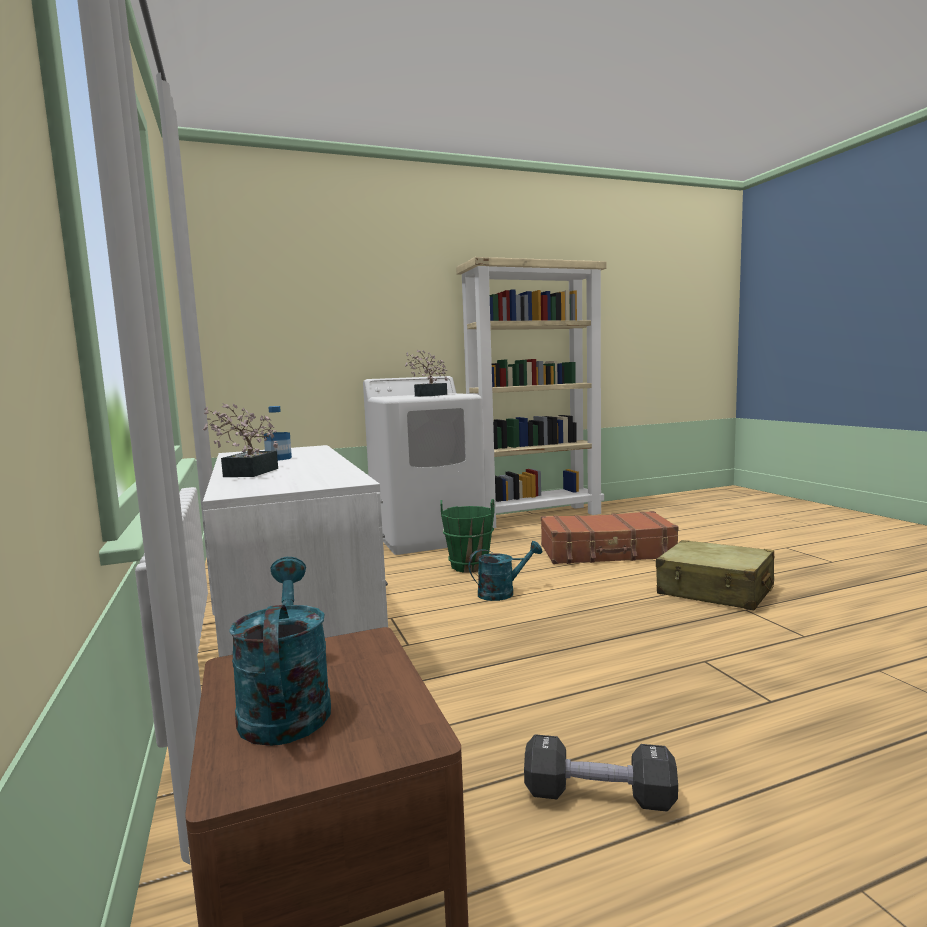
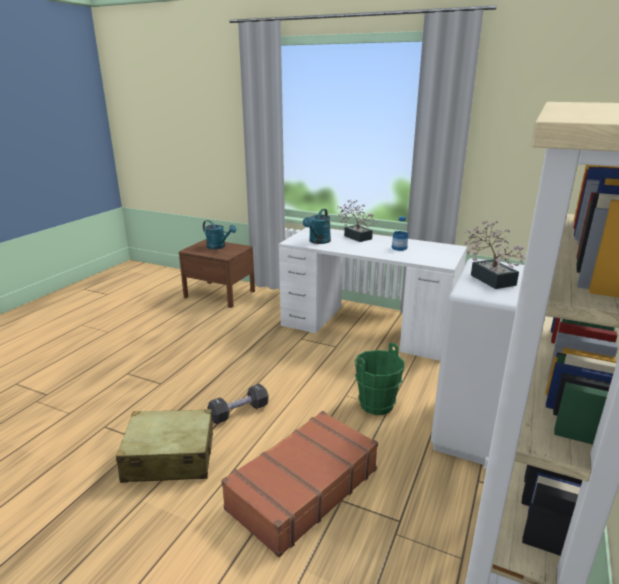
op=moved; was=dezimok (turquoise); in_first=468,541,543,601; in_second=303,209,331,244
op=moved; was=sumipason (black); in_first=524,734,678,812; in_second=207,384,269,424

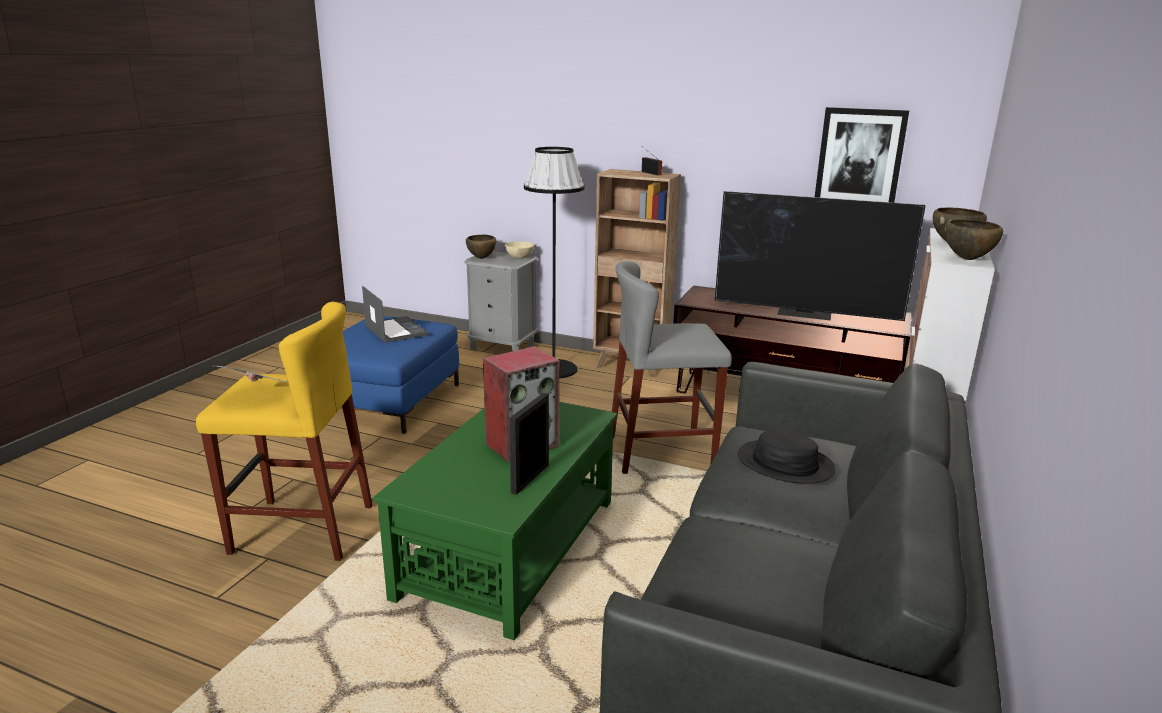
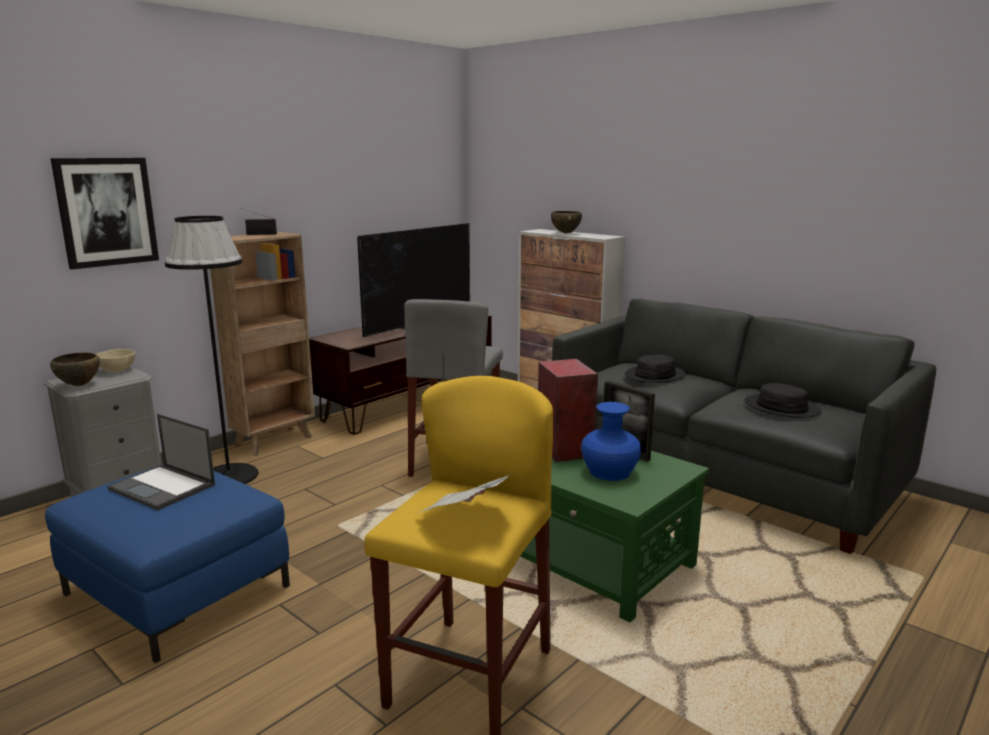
op=removed; was=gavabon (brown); in_first=945,219,1003,260
op=added; now=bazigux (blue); in_second=581,402,641,481
op=added; now=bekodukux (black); in_second=744,383,822,418
op=moved; was=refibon; in_first=815,107,909,203; in_second=51,158,159,269
op=turned; was=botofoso; in_first=362,286,428,343; in_second=107,414,215,510; clockwise=-135

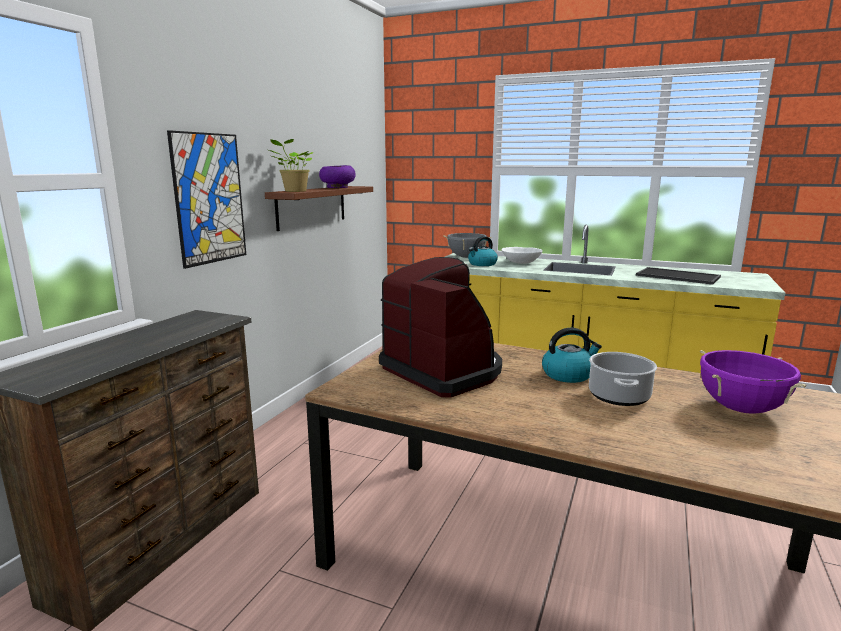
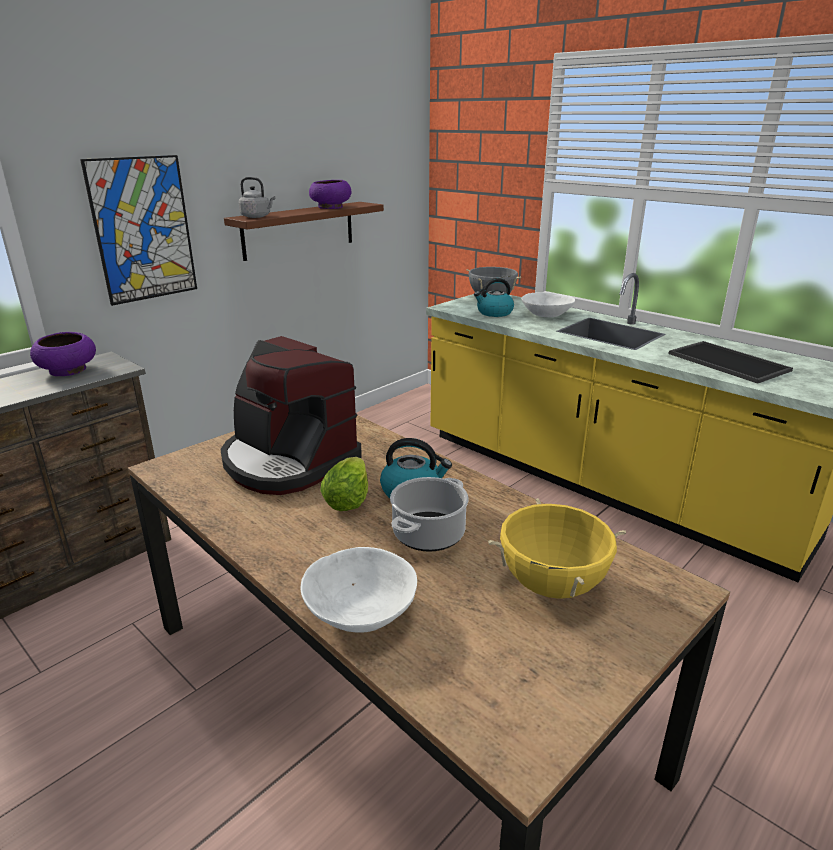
op=added; now=gavabon (purple); in_second=30,332,96,376
op=added; now=gavabon (white); in_second=300,547,417,633
op=added; now=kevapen; in_second=320,457,368,511
op=replaced; was=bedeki; now=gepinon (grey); in_first=269,139,314,192; in_second=239,177,275,218
op=recoloured; was=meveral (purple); now=meveral (yellow); in_first=700,350,806,414; in_second=488,498,626,599
op=turned; was=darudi; in_first=379,257,502,398; in_second=220,336,361,495; clockwise=150

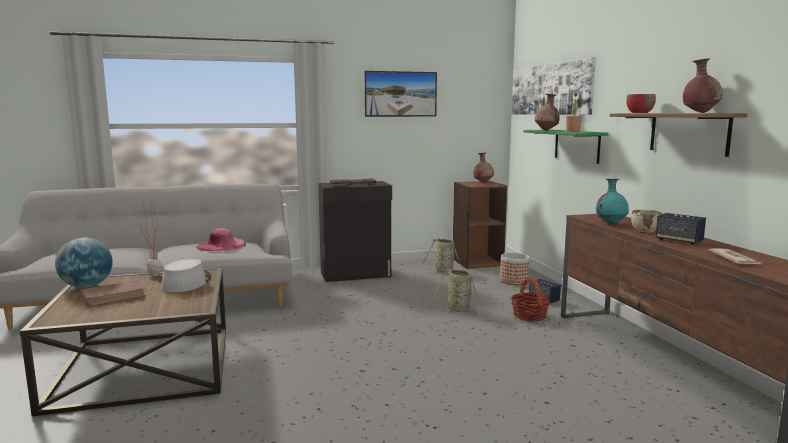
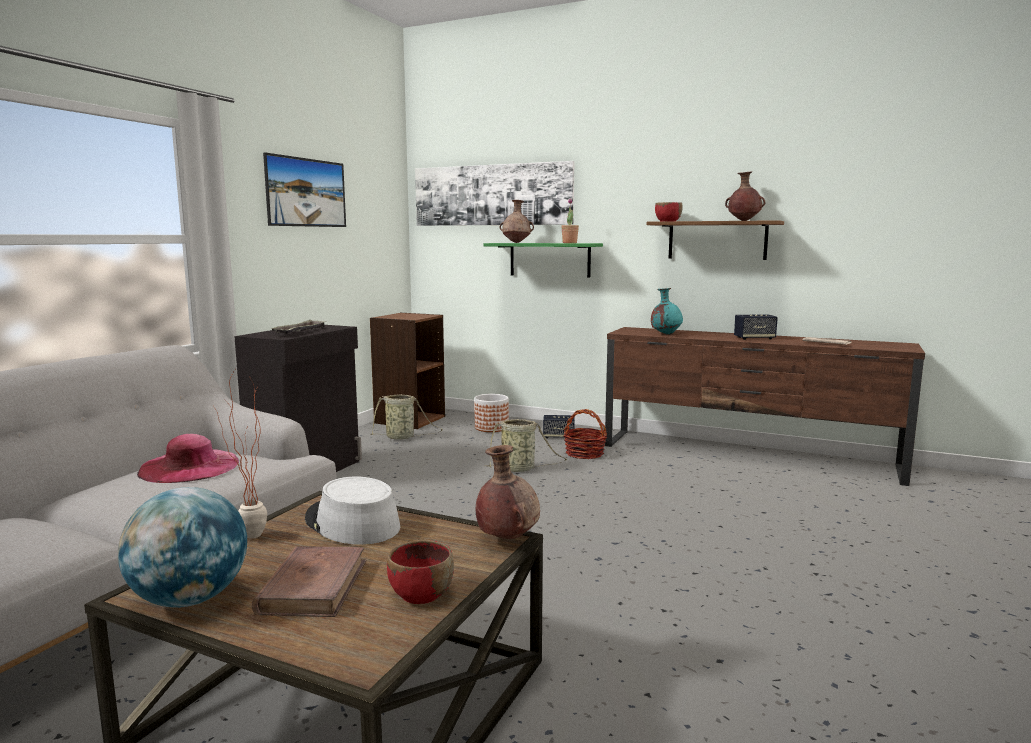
op=removed; was=gavabon (beige); in_first=631,210,662,232
op=added; now=gavabon (red); in_second=387,540,454,604
op=moved; was=bazigux (brown); in_first=473,152,494,183; in_second=476,445,540,539

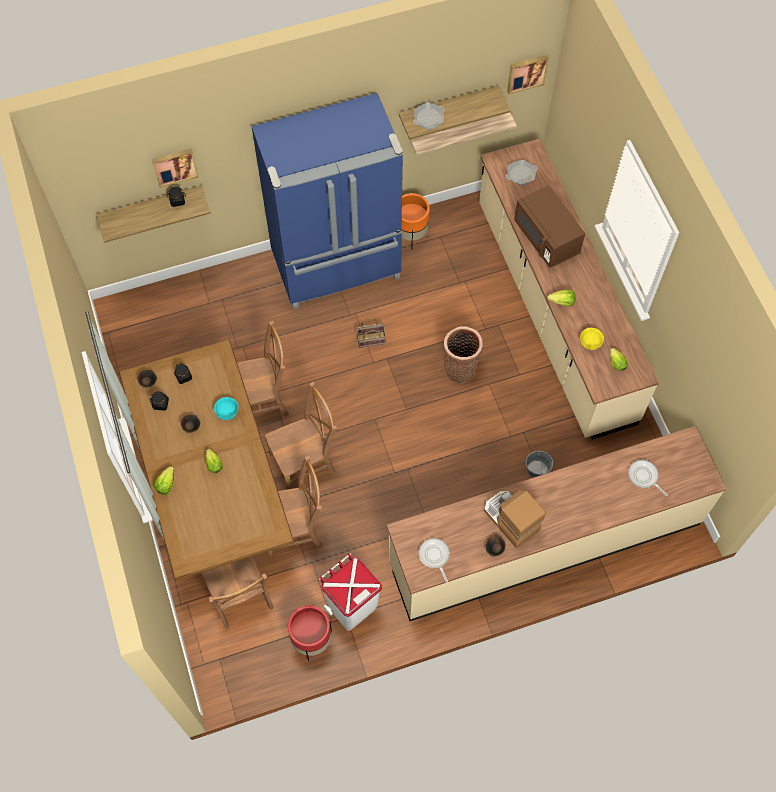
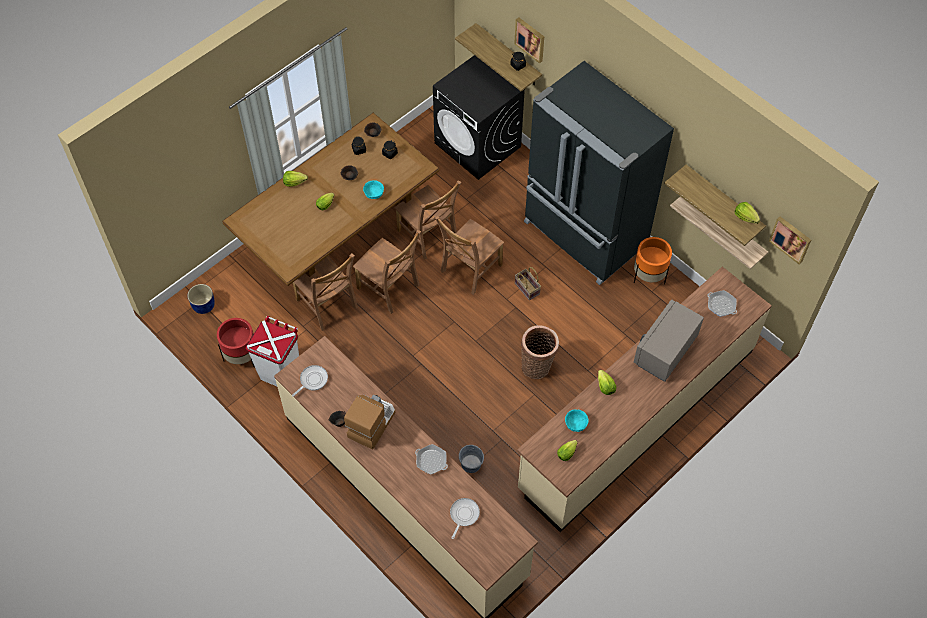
op=added; now=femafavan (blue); in_second=188,284,215,314
op=added; now=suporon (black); in_second=433,55,526,180
op=added; now=kevapen; in_second=734,202,760,224
op=moved; was=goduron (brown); in_first=202,556,274,629; in_second=435,216,504,295
op=moved; was=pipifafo; in_first=413,103,445,129; in_second=415,444,448,474
op=recoloured; was=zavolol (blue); now=zavolol (black); in_first=252,93,403,309; in_second=524,61,674,285
op=recoloured; was=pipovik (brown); now=pipovik (grey); in_first=514,185,585,268; in_second=634,299,704,382
op=recoloured; was=gavabon (yellow); now=gavabon (turquoise); in_first=580,328,604,350; in_second=565,409,589,432

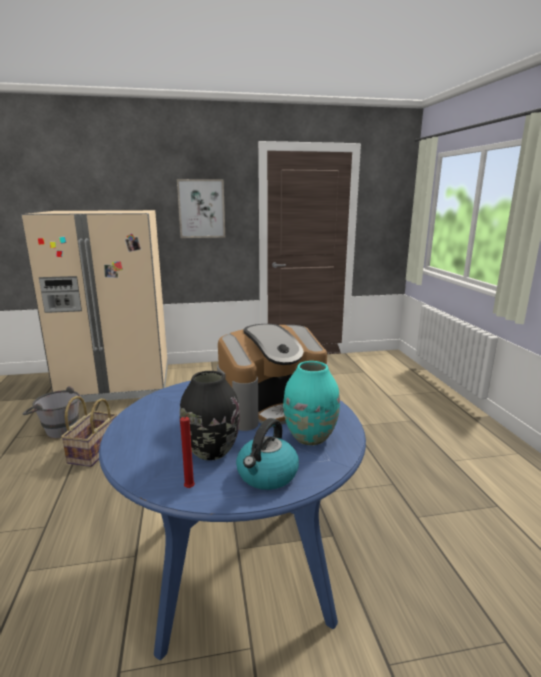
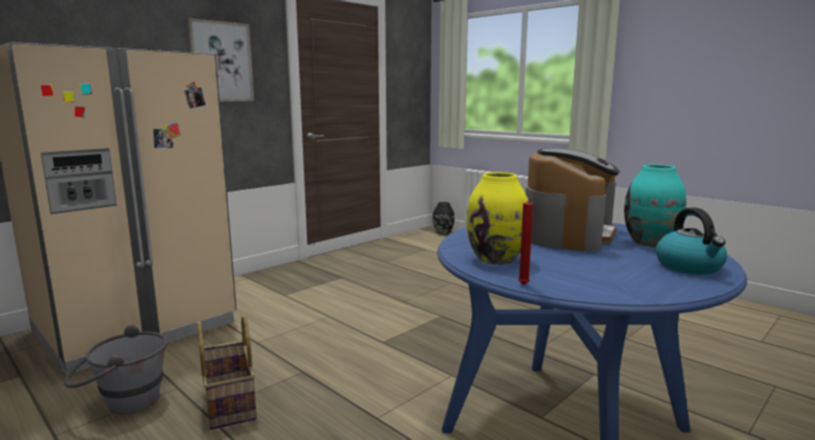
op=added; now=bazigux (yellow); in_second=467,172,528,265
op=moved; was=bazigux (black); in_first=180,371,240,460; in_second=433,202,454,234
op=moved; was=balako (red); in_first=180,414,195,488; in_second=518,194,539,285

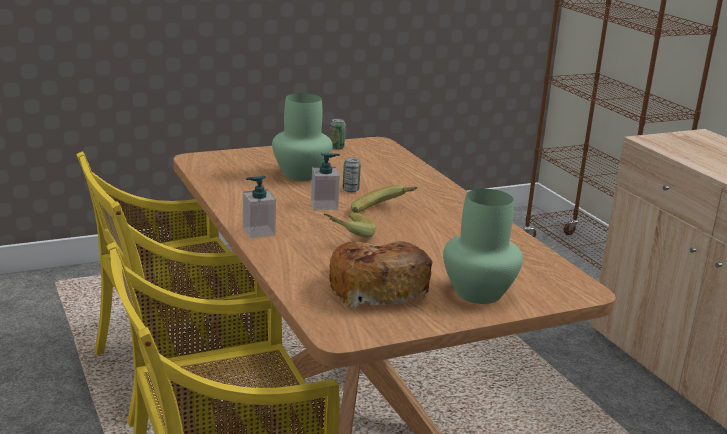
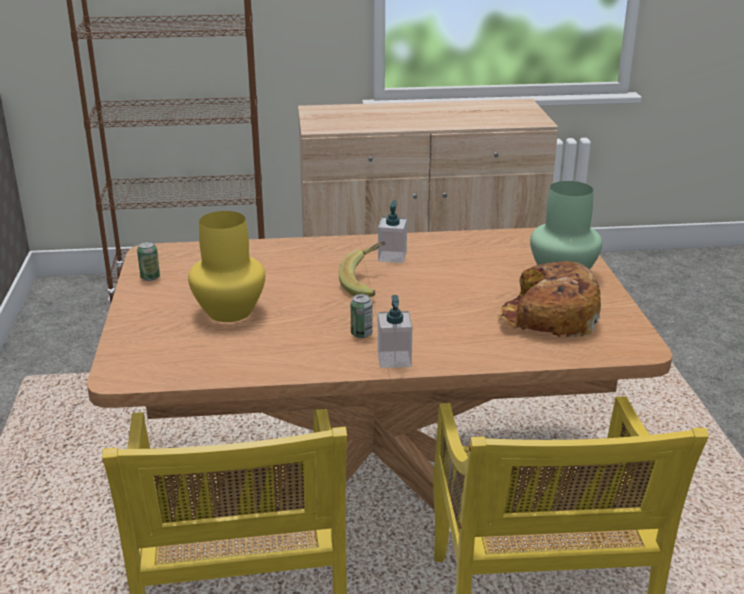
op=removed; was=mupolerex; in_first=324,213,376,237
op=moved; was=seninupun; in_first=311,153,340,210; in_second=378,200,407,263
op=moved; was=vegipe; in_first=343,157,361,192; in_second=351,294,372,338
op=recoloured; was=bazigux (green); now=bazigux (yellow); in_first=272,93,333,181; in_second=188,211,265,322

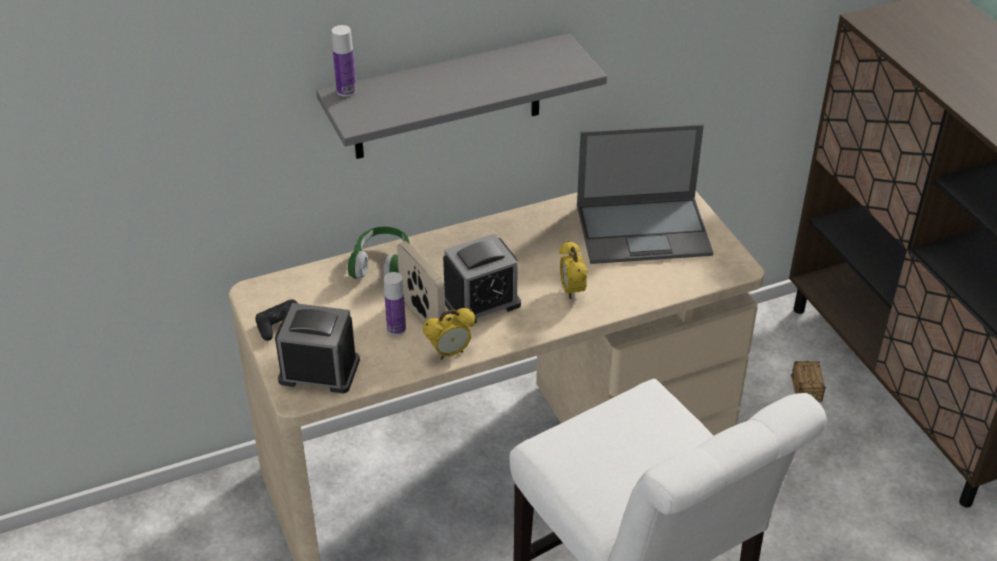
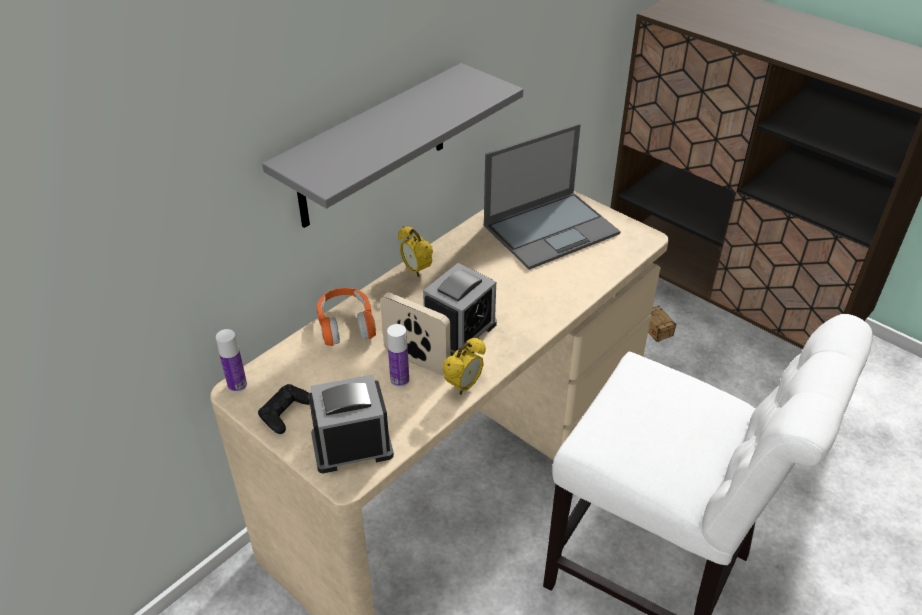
op=moved; was=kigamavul; in_first=331,25,356,97; in_second=216,329,247,392
op=moved; was=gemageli; in_first=559,241,588,299; in_second=398,226,433,277
op=recoloured; was=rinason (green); now=rinason (orange); in_first=348,226,409,279; in_second=317,288,376,346

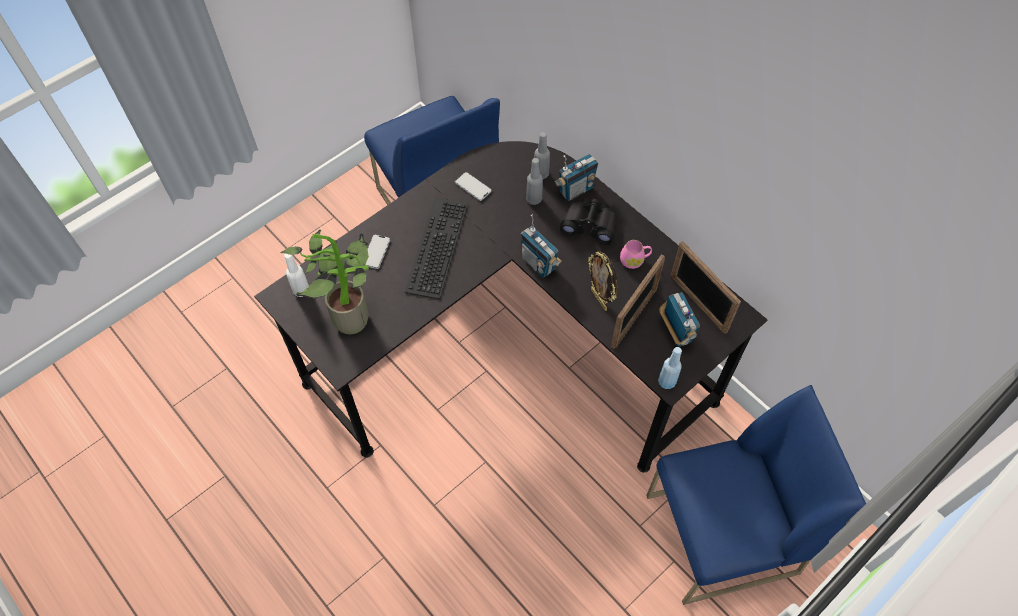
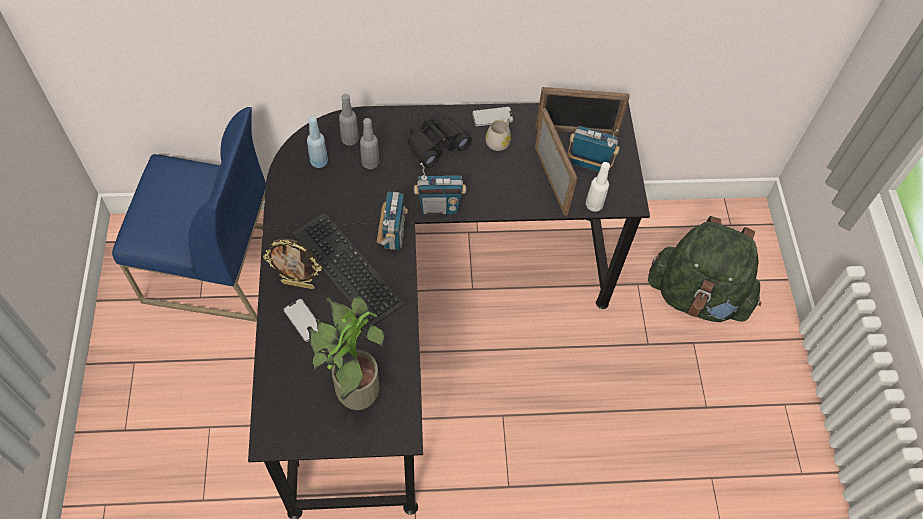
op=moved; was=kigamavul (white); in_first=284,254,309,297; in_second=586,162,610,212
op=moved; was=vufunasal; in_first=455,172,492,201; in_second=472,107,513,126
op=moved; was=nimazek; in_first=554,154,598,201; in_second=377,192,408,250
op=moved; was=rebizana; in_first=588,252,618,311; in_second=263,238,322,289
op=moved; was=kigamavul (blue); in_first=658,347,682,389; in_second=307,116,328,168
op=replaced; was=goduron (blue); now=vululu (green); in_first=646,385,866,605; in_second=648,216,761,322
op=recoloured; was=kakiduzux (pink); now=kakiduzux (white); in_first=620,240,652,269; in_second=485,118,511,151

